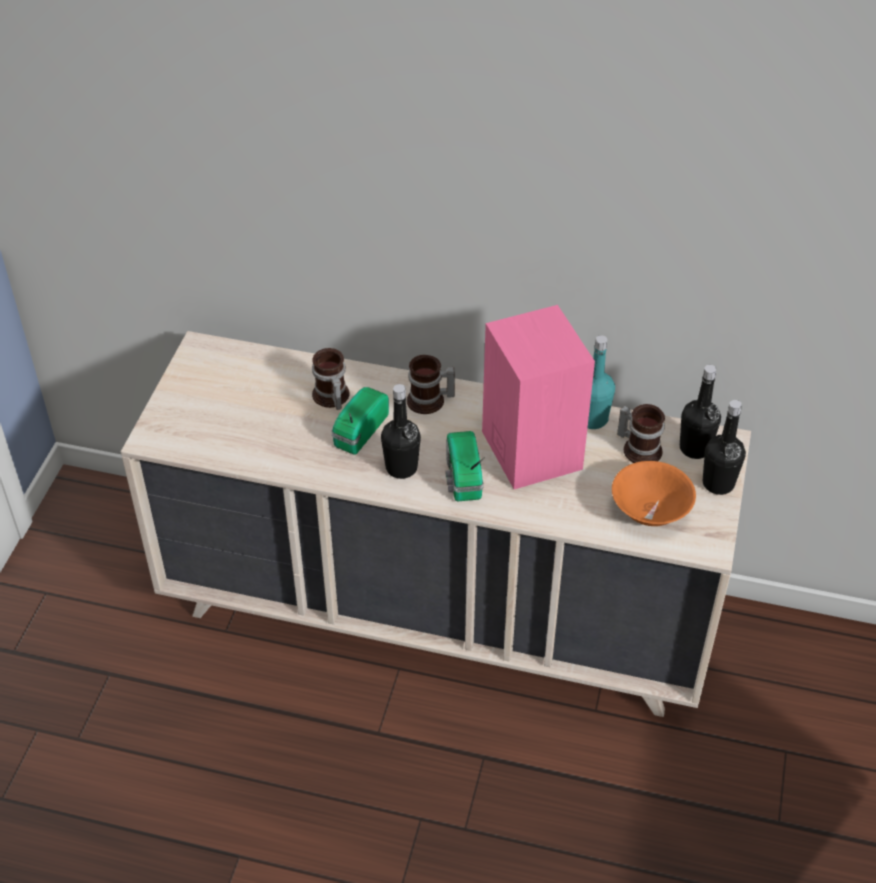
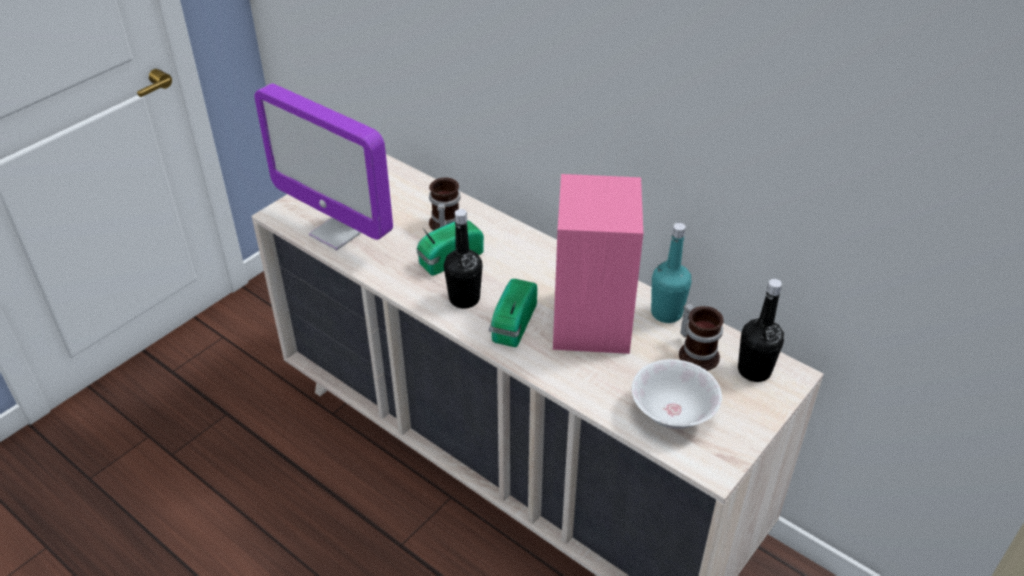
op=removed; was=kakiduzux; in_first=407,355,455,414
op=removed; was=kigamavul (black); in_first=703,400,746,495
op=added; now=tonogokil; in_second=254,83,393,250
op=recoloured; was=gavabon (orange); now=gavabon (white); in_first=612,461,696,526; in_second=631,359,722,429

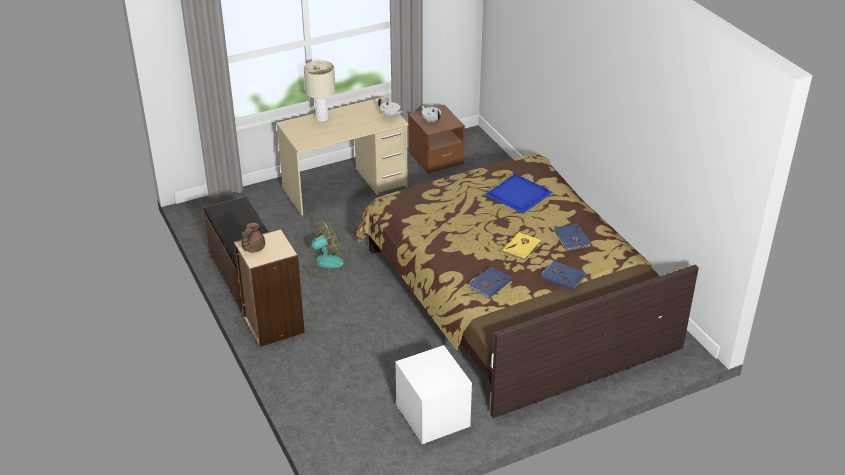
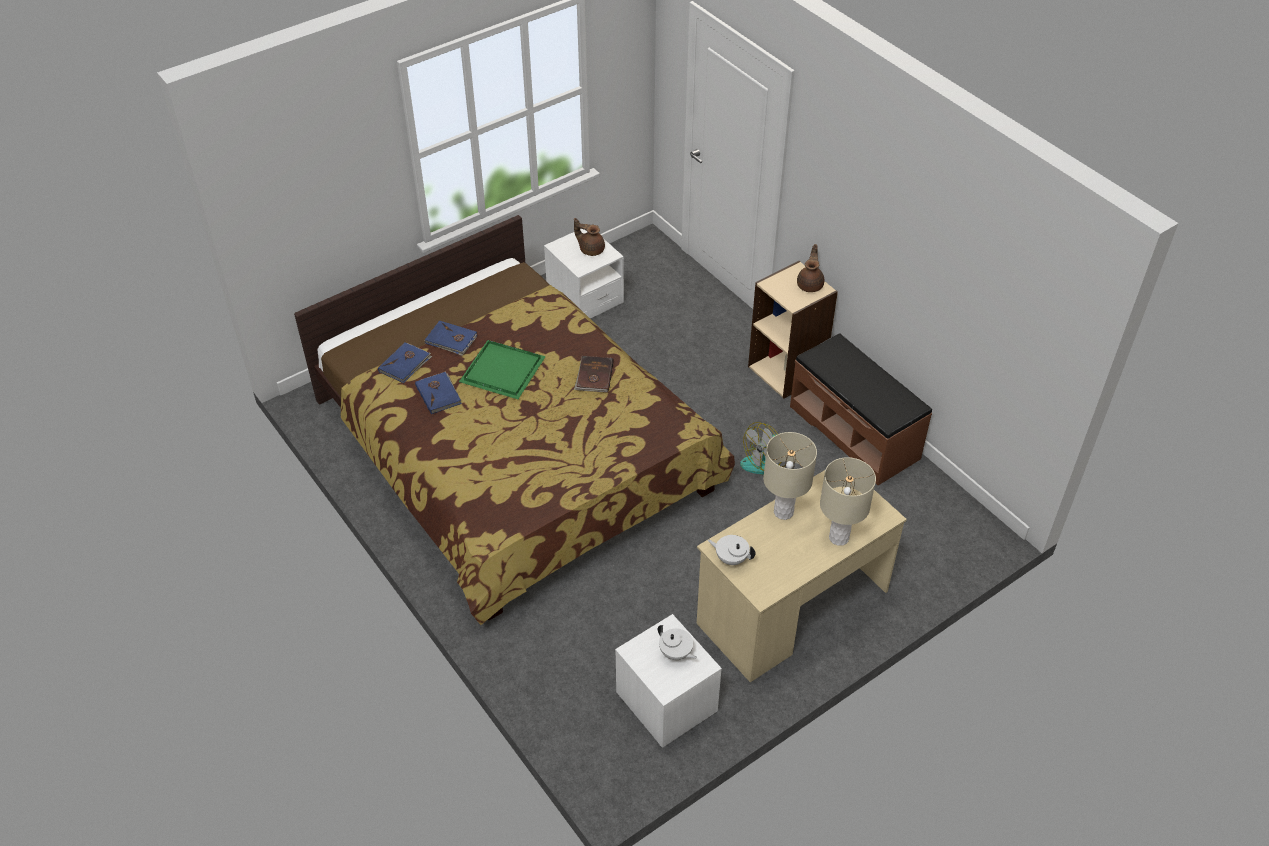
op=removed; was=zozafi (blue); in_first=484,174,553,213
op=added; now=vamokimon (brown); in_second=574,218,605,256
op=added; now=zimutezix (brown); in_second=574,356,614,393
op=added; now=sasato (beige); in_second=763,432,817,520
op=moved; was=zimutezix (blue); in_first=466,267,512,298; in_second=378,342,432,383
op=replaced; was=zimutezix (yellow); now=zozafi (green); in_first=502,232,543,262; in_second=459,340,546,399
op=recoloured; was=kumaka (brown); now=kumaka (white); in_first=408,105,465,174; in_second=615,614,722,748

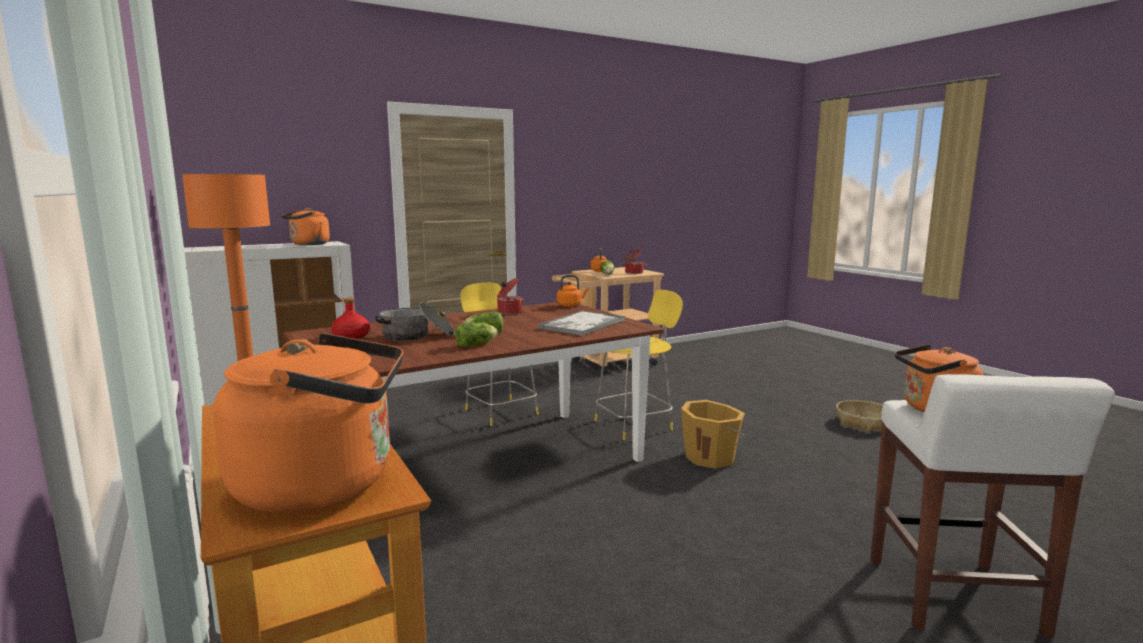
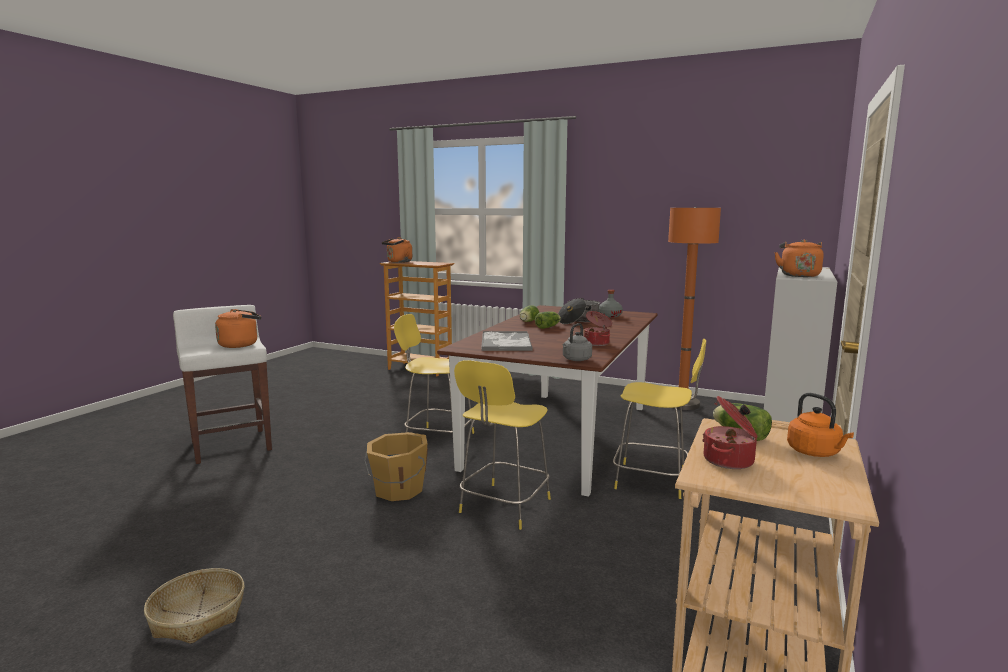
op=added; now=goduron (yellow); in_second=394,314,474,434
op=recoloured; was=kigamavul (red); now=kigamavul (grey); in_first=332,298,370,339; in_second=599,290,623,317
op=recoloured; was=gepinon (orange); now=gepinon (grey); in_first=557,275,589,307; in_second=563,323,592,361

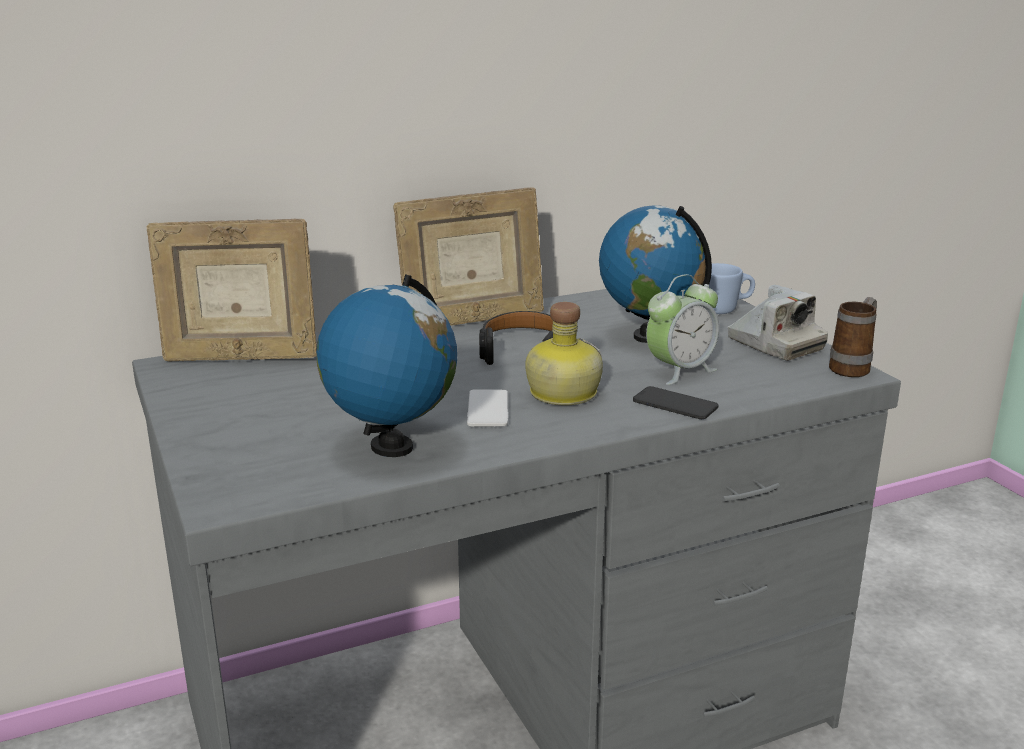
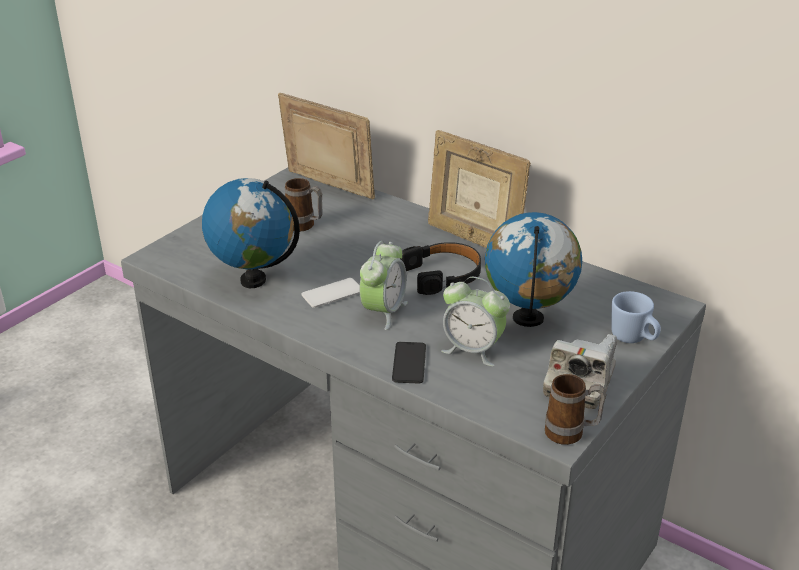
op=added; now=kakiduzux; in_second=285,178,323,232
op=replaced; was=kigamavul; now=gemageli; in_first=525,302,603,405; in_second=359,241,408,330
op=turned; was=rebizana; in_first=147,219,317,361; in_second=278,93,375,199; clockwise=150

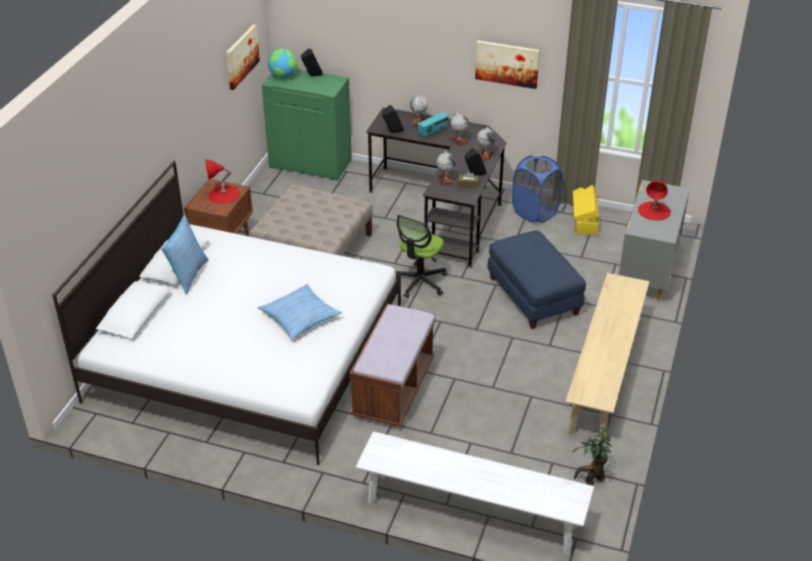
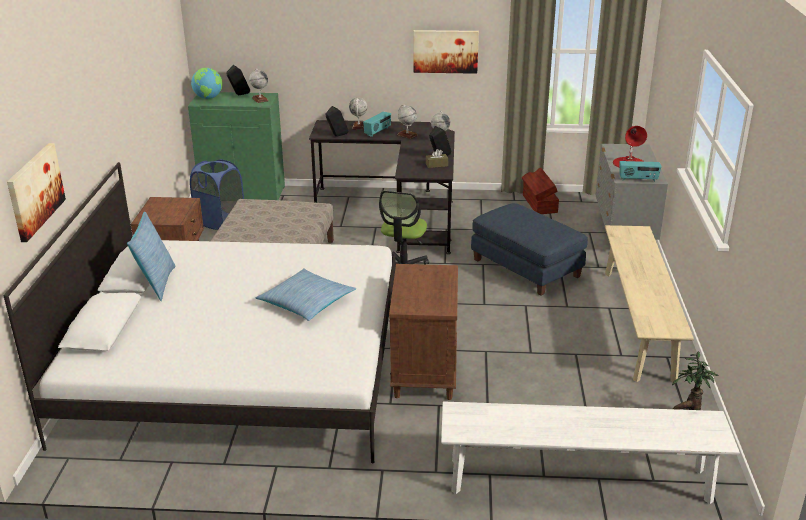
op=removed; was=sasato (red); in_first=205,159,240,204
op=added; now=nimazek; in_second=619,161,662,181
op=moved; was=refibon; in_first=226,24,260,90; in_second=7,143,66,242
op=moved; was=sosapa; in_first=436,151,456,186; in_second=249,68,269,103
op=moved; was=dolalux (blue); in_first=512,156,563,223; in_second=190,159,244,230
op=replaced; was=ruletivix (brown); now=kumaka (brown); in_first=349,304,435,427; in_second=389,264,458,400
op=recoloured; was=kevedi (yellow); now=kevedi (brown); in_first=573,185,599,235; in_second=522,168,559,214

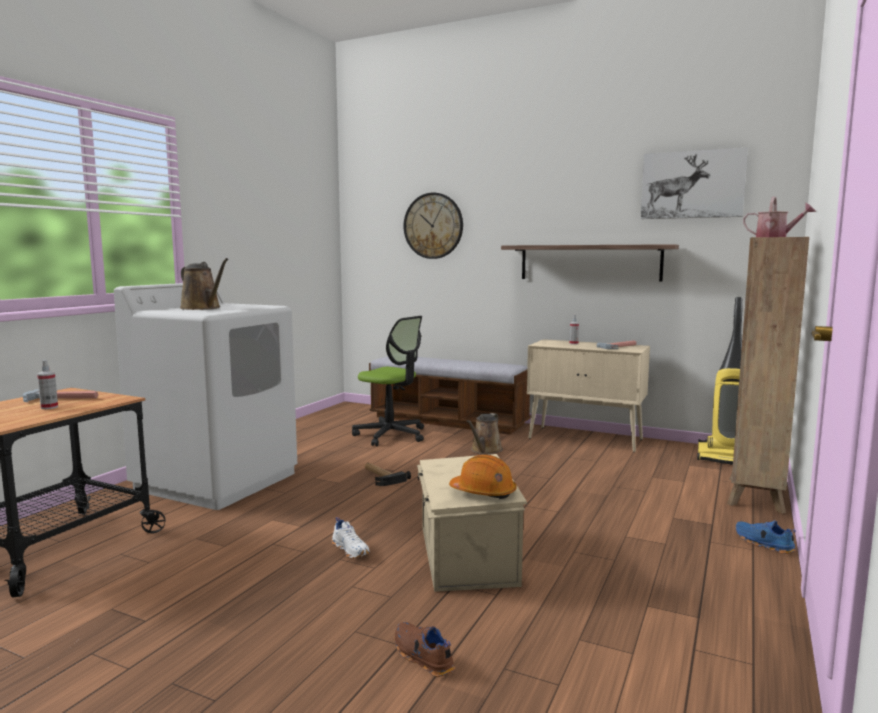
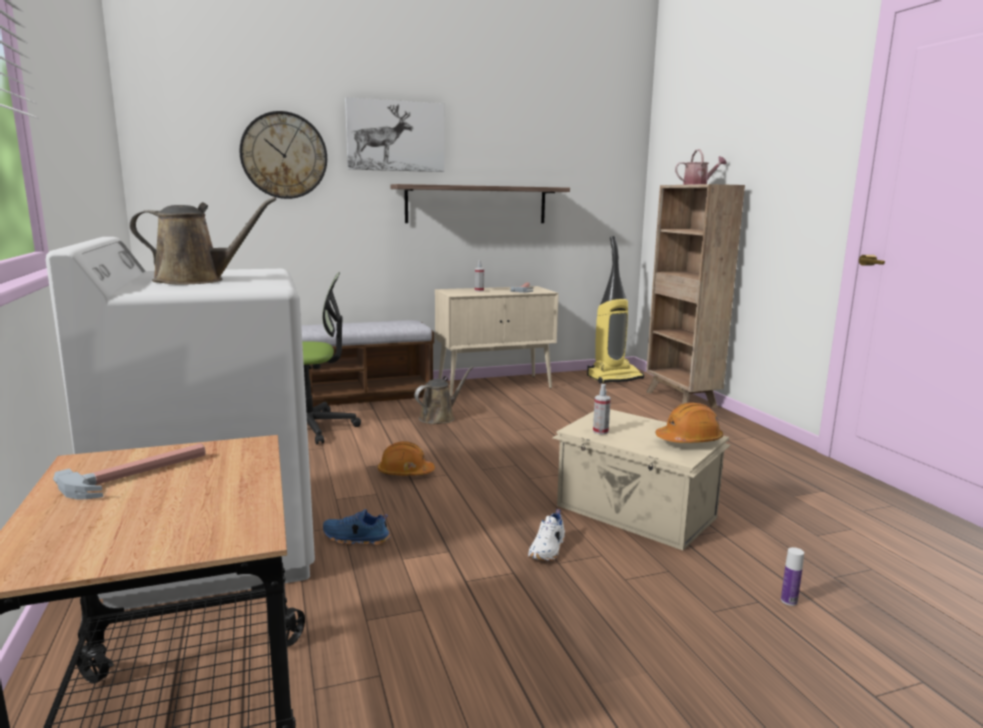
op=moved; was=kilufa; in_first=37,360,58,409; in_second=593,384,611,434
op=moved; was=refibon; in_first=641,147,748,219; in_second=345,97,444,172
op=moved; was=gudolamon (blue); in_first=735,520,796,554; in_second=323,509,391,546
op=replaced; was=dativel; now=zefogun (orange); in_first=365,463,411,486; in_second=378,441,435,475
op=replaced; was=gudolamon (brown); now=kigamavul; in_first=395,622,455,677; in_second=781,547,804,606
op=turned; was=gudolamon (white); in_first=331,517,370,558; in_second=528,509,565,561; clockwise=105
op=turned; was=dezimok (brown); in_first=467,413,503,454; in_second=415,366,474,424; clockwise=-120

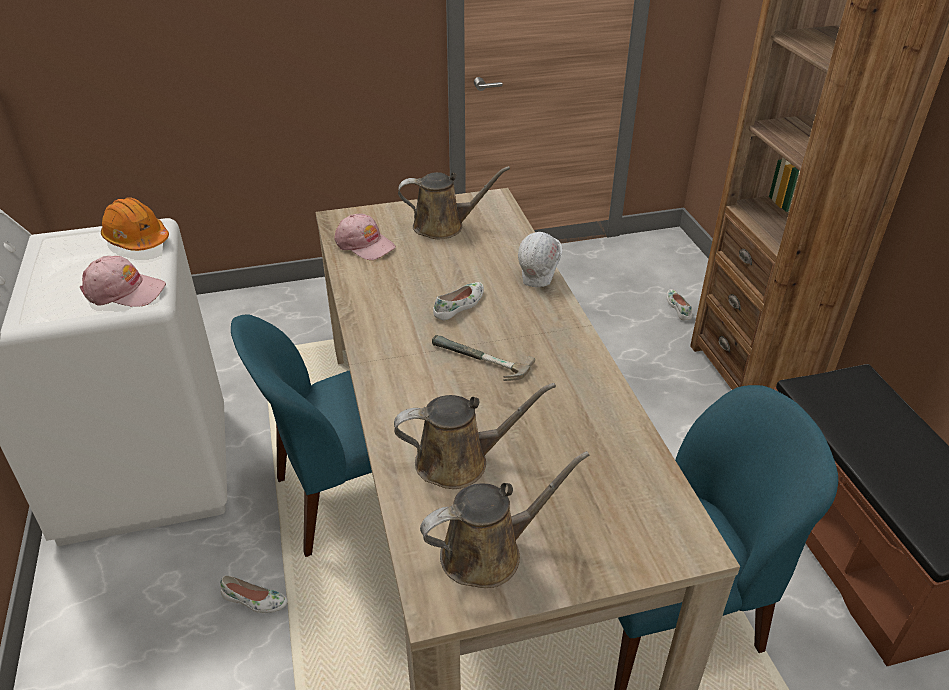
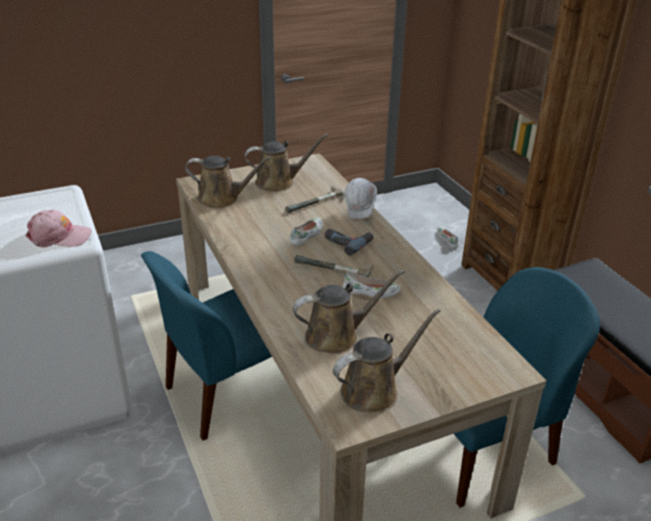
op=removed; was=zefogun (orange); in_first=101,198,169,251
op=added; now=dativel; in_second=285,185,345,213
op=added; now=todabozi; in_second=324,229,373,256
op=moved; was=gudolamon (white); in_first=220,575,288,613; in_second=343,271,401,298
op=replaced; was=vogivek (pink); now=dezimok (brown); in_first=334,213,396,260; in_second=185,156,272,208

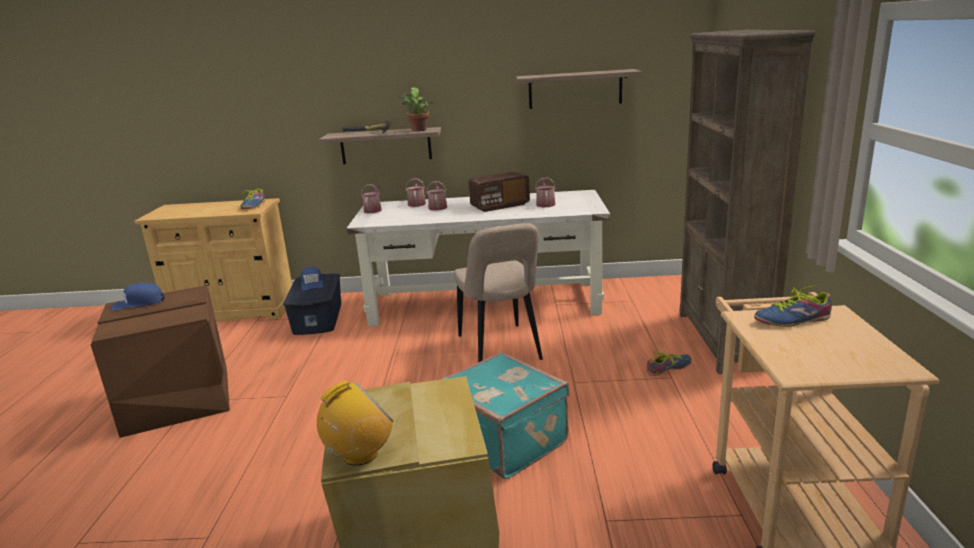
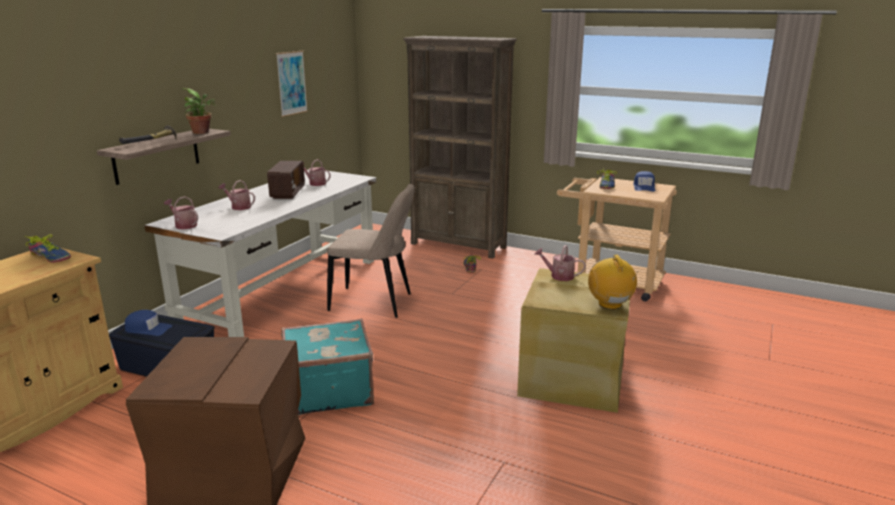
op=moved; was=vogivek (blue); in_first=111,283,165,311; in_second=633,171,655,192
op=moved; was=dezimok; in_first=405,178,426,207; in_second=535,245,586,281
op=moved; was=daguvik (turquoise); in_first=440,351,570,479; in_second=281,319,374,415
op=replaced; was=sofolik; now=refibon; in_first=516,69,642,109; in_second=276,51,308,117

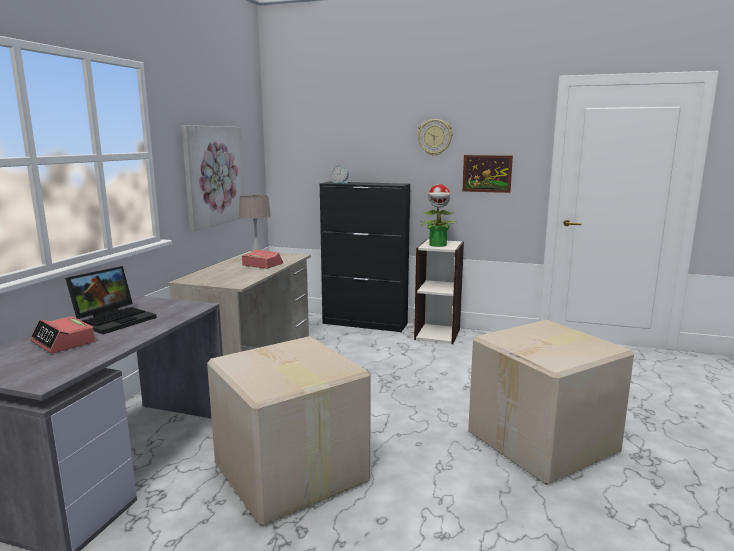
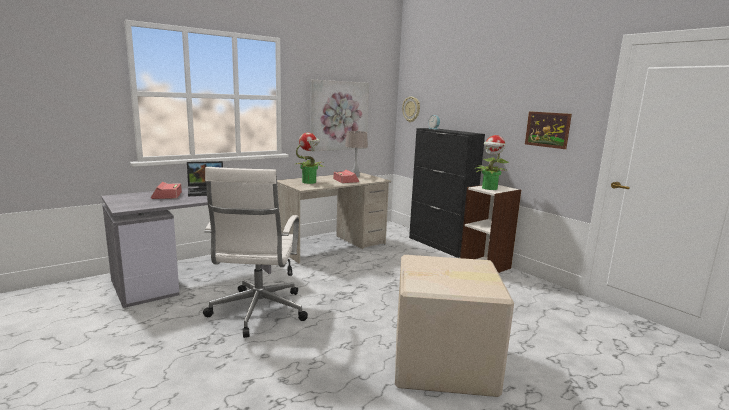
op=added; now=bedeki; in_second=295,133,324,184
op=moved; was=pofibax; in_first=417,119,453,156; in_second=402,97,420,122
op=replaced; was=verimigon; now=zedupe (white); in_first=207,336,370,526; in_second=203,167,308,338

